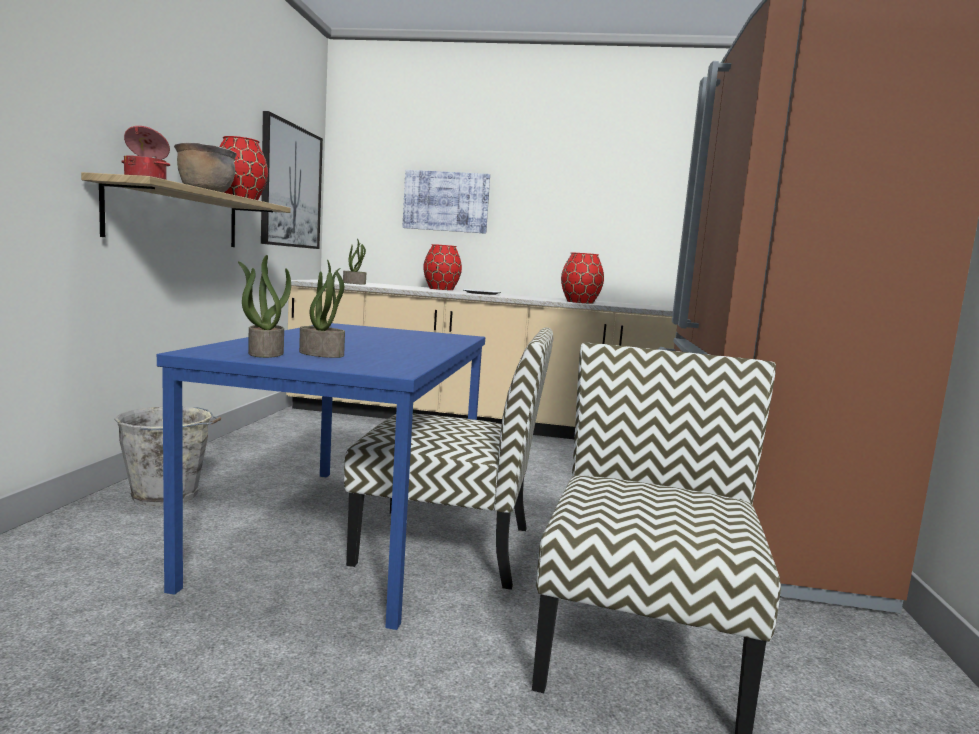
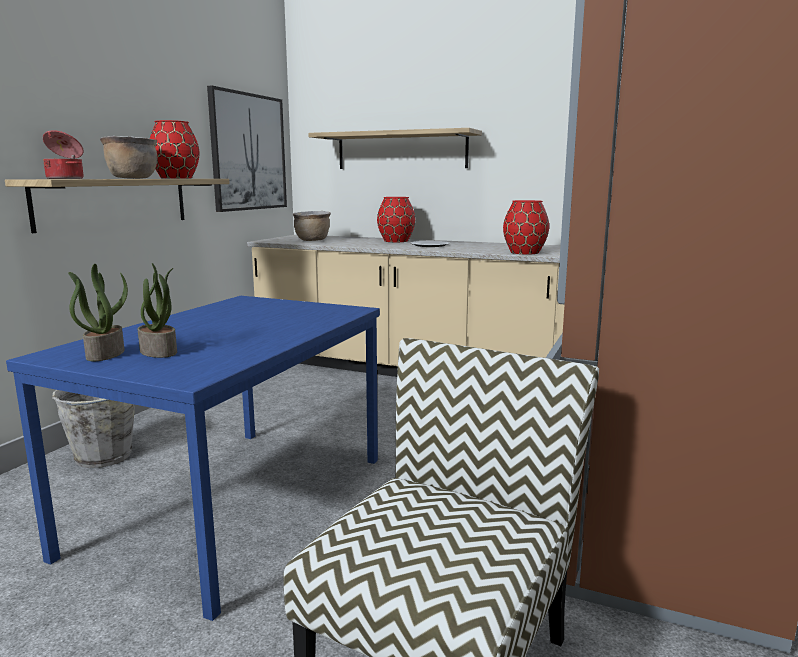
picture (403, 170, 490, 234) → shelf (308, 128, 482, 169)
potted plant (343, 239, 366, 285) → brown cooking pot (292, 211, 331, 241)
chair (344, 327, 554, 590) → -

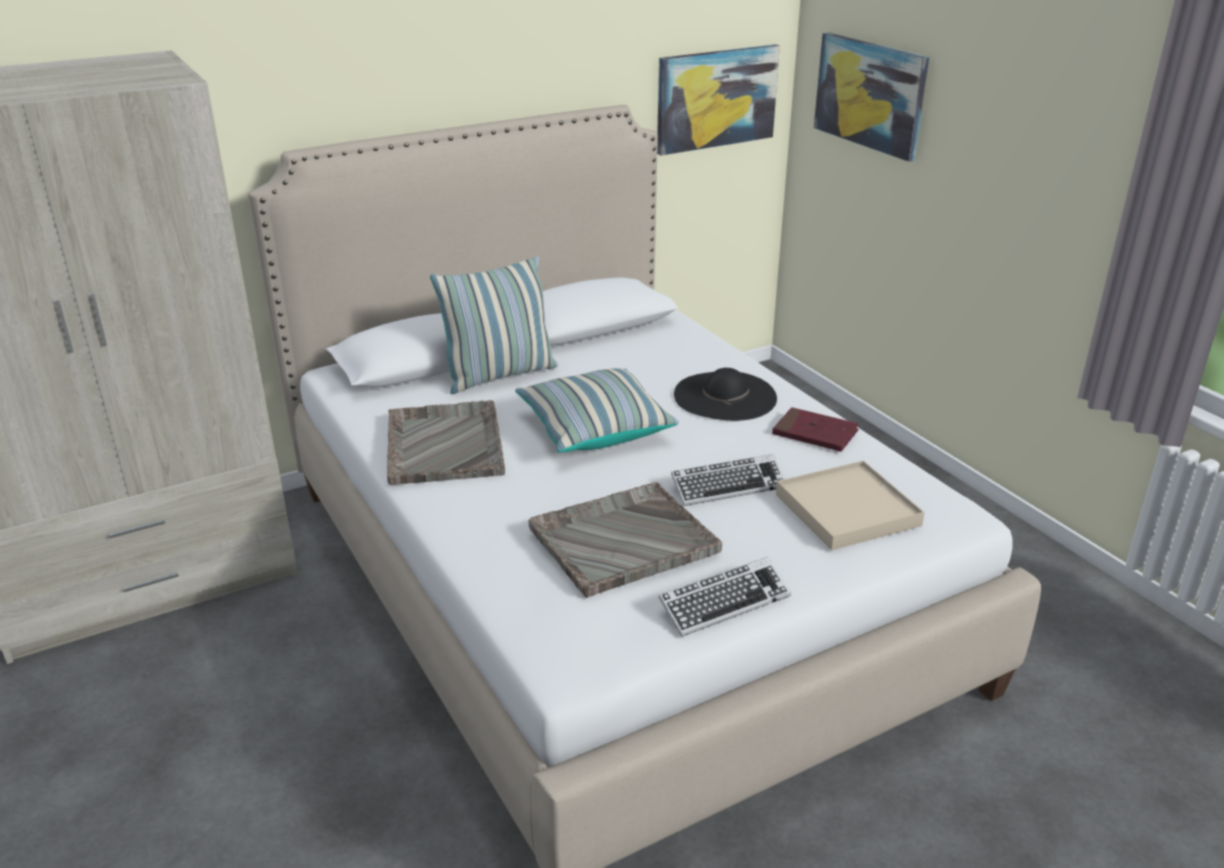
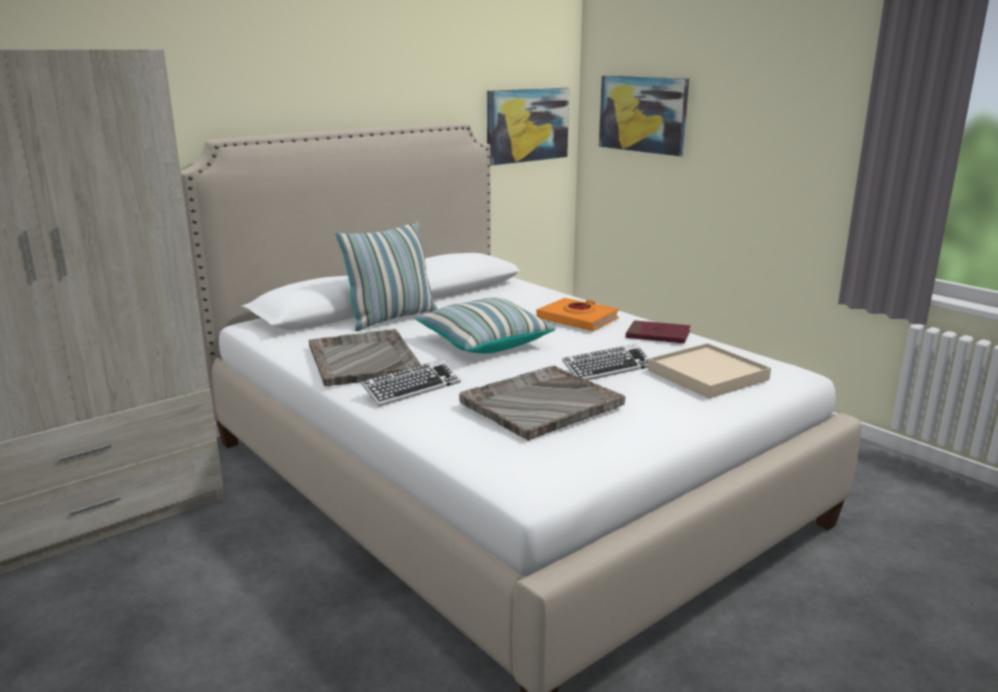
black hat (674, 368, 777, 421) → orange book (536, 298, 619, 331)
keyboard (659, 557, 791, 637) → keyboard (361, 359, 461, 407), relocated

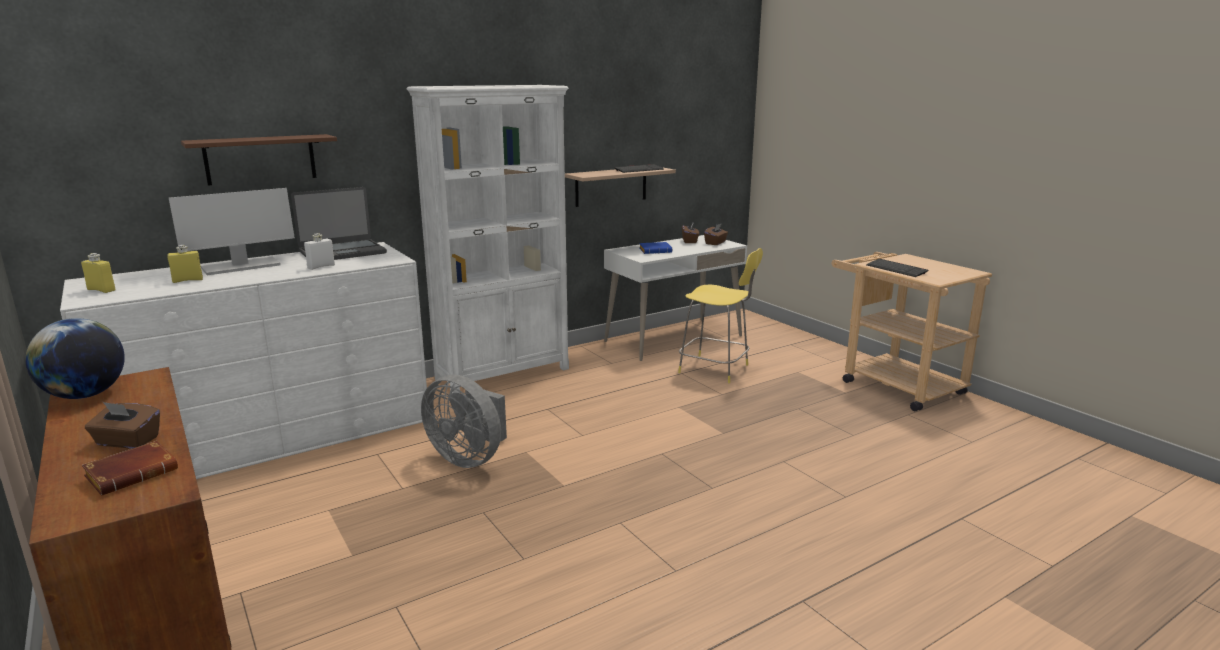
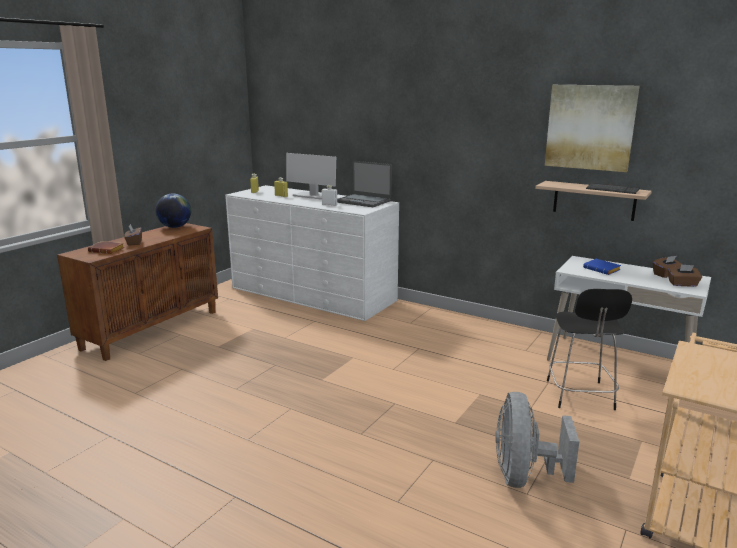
white bookcase (407, 85, 569, 394) → -
brown shelf (181, 134, 337, 186) → -
yellow stool (678, 248, 763, 383) → black stool (547, 289, 632, 410)
keyboard (866, 259, 928, 277) → -
grey fan (421, 375, 507, 468) → grey fan (495, 392, 579, 488), relocated
- → picture (545, 85, 640, 172)

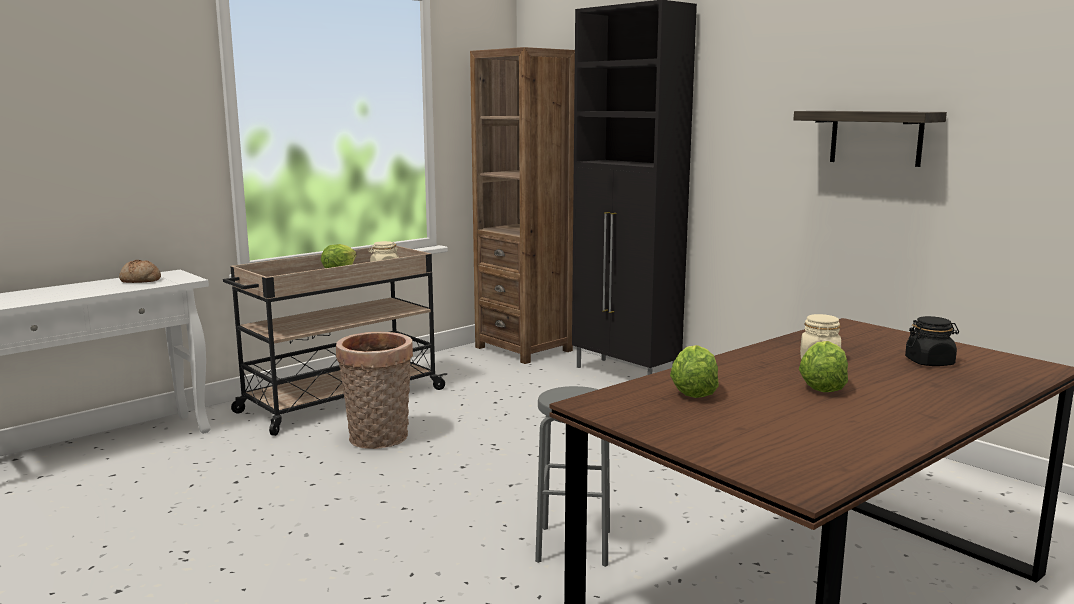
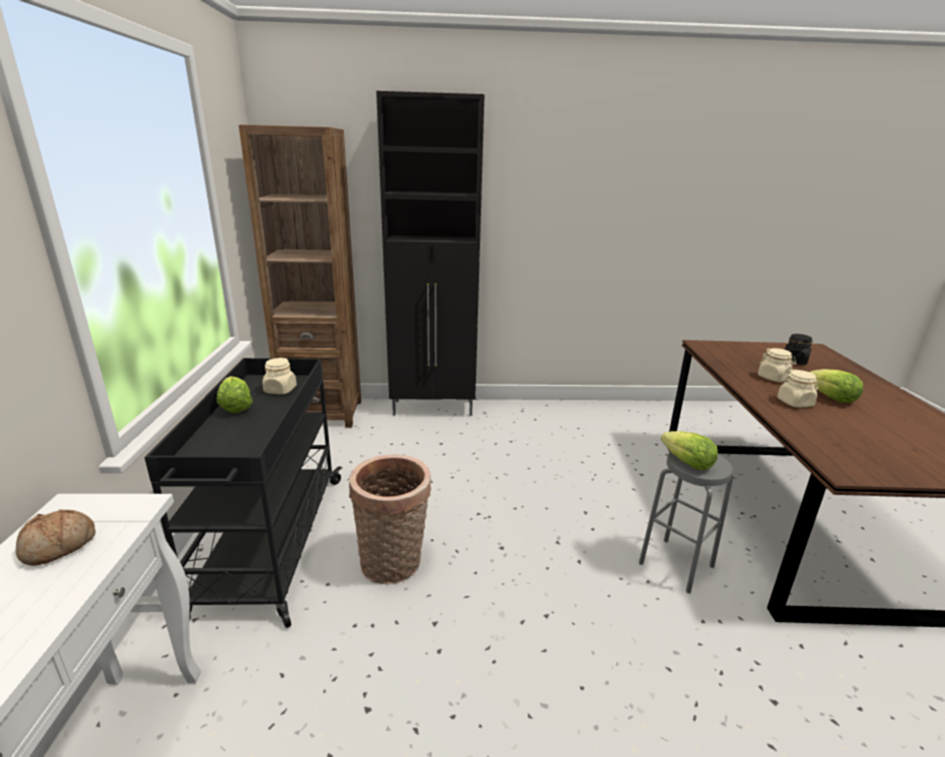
shelf (793, 111, 947, 167) → -
beige cart (223, 246, 447, 436) → black cart (145, 358, 342, 628)
lettuce (670, 345, 719, 398) → lettuce (661, 431, 718, 470), relocated
- → beige jar (777, 369, 818, 407)

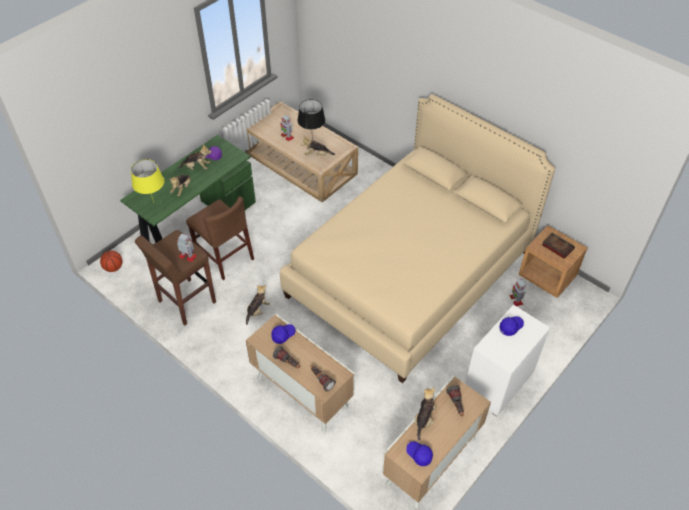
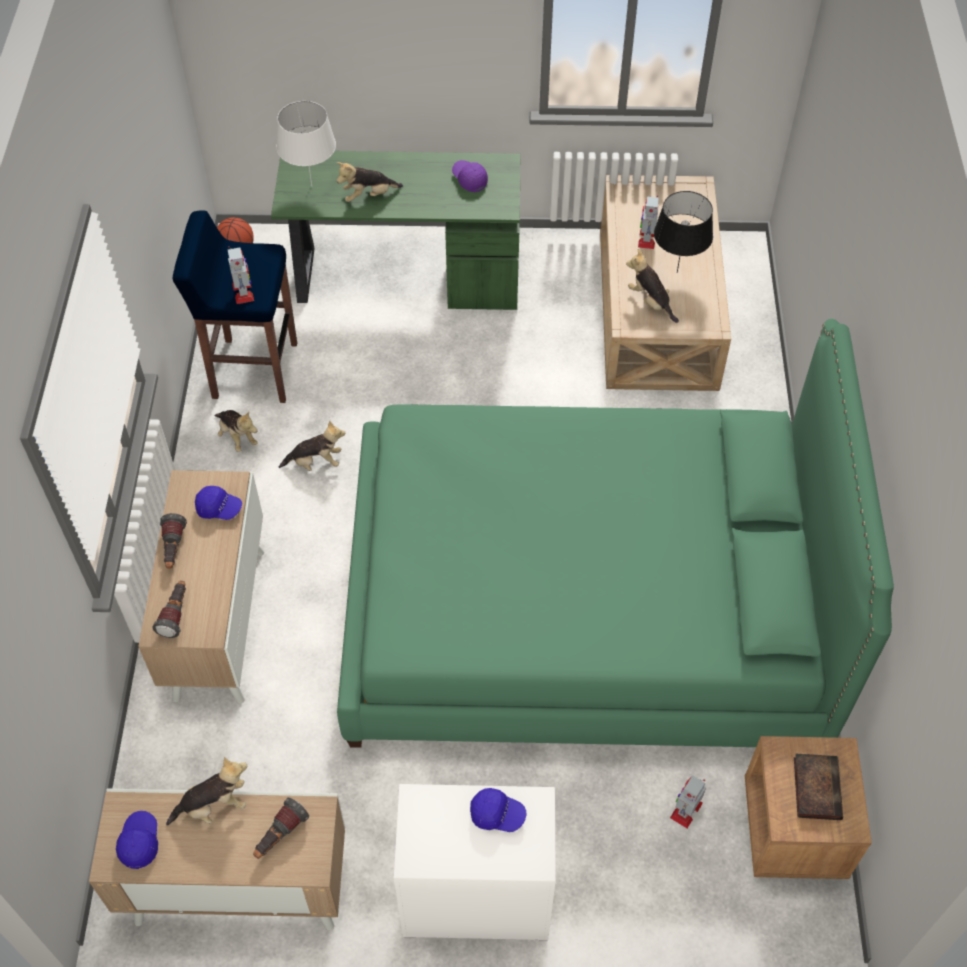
beige bed (280, 94, 555, 383) → green bed (337, 319, 894, 748)
plush toy (178, 144, 212, 170) → plush toy (215, 410, 258, 452), relocated
yellow table lamp (131, 159, 164, 202) → white table lamp (277, 101, 336, 187)
brown chair (186, 196, 254, 280) → -
brown stool (135, 230, 216, 326) → blue stool (172, 210, 297, 403)

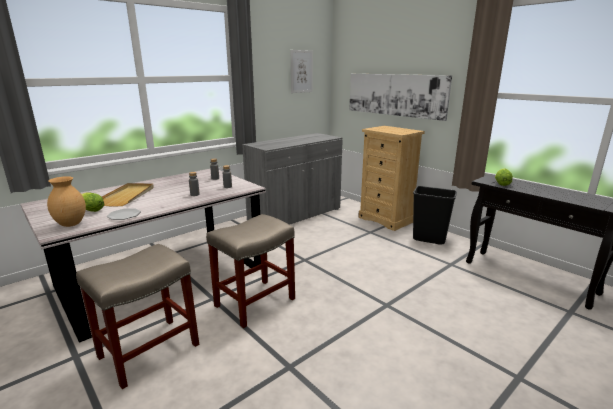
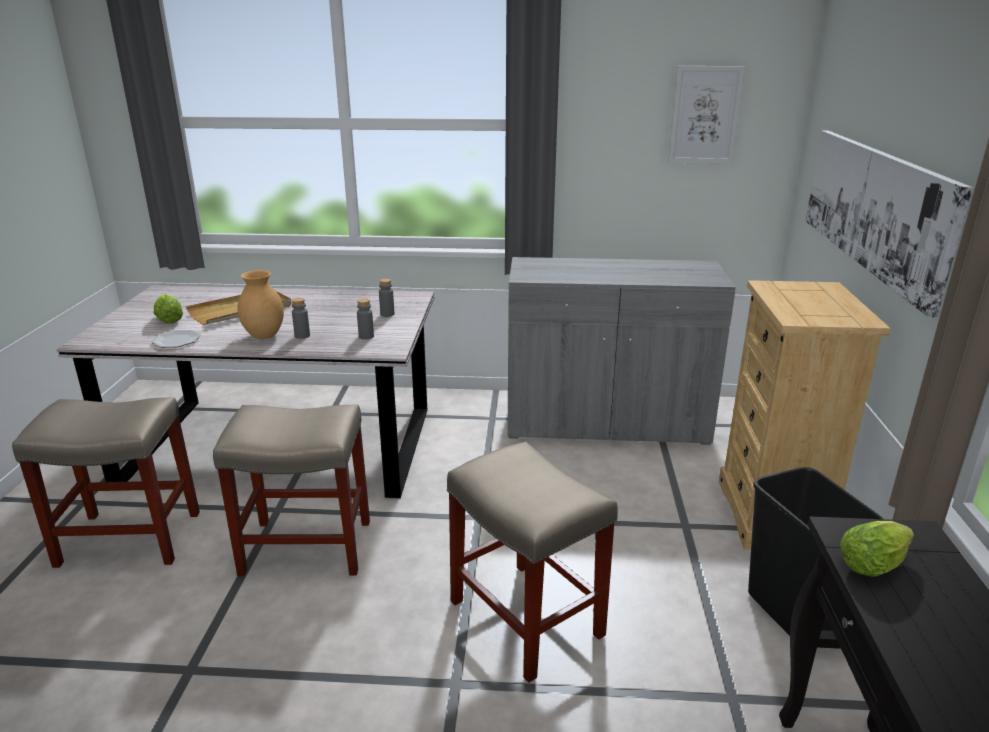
brown vase (47, 176, 86, 227) → brown vase (238, 270, 284, 339), relocated
- → beige stool (447, 442, 618, 683)

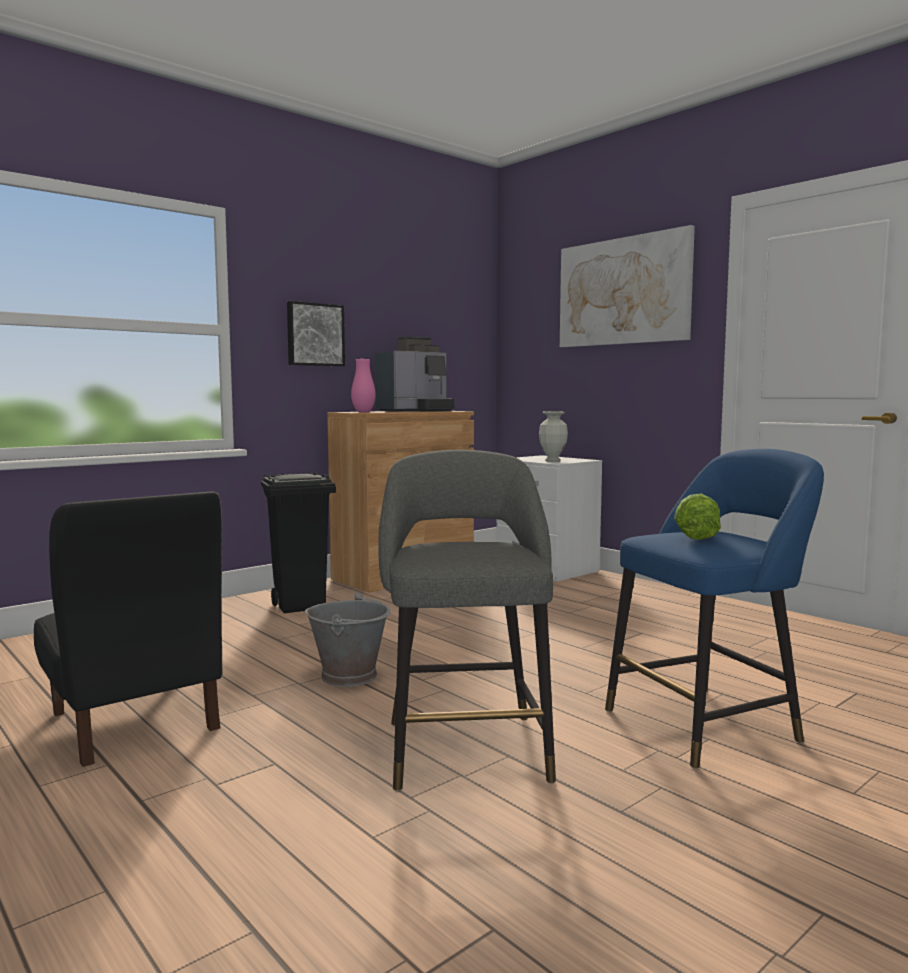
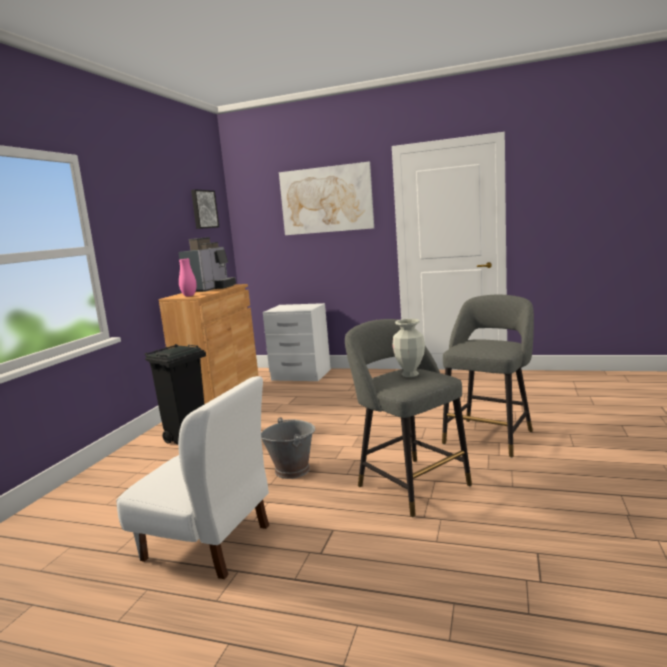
picture (287, 301, 345, 366) → picture (191, 189, 219, 229), relocated
vase (539, 411, 568, 462) → vase (392, 319, 425, 377), relocated
blue stool (605, 449, 824, 769) → grey stool (442, 295, 534, 458)
black chair (34, 492, 223, 767) → white chair (116, 376, 269, 579)
lettuce (674, 493, 721, 540) → -

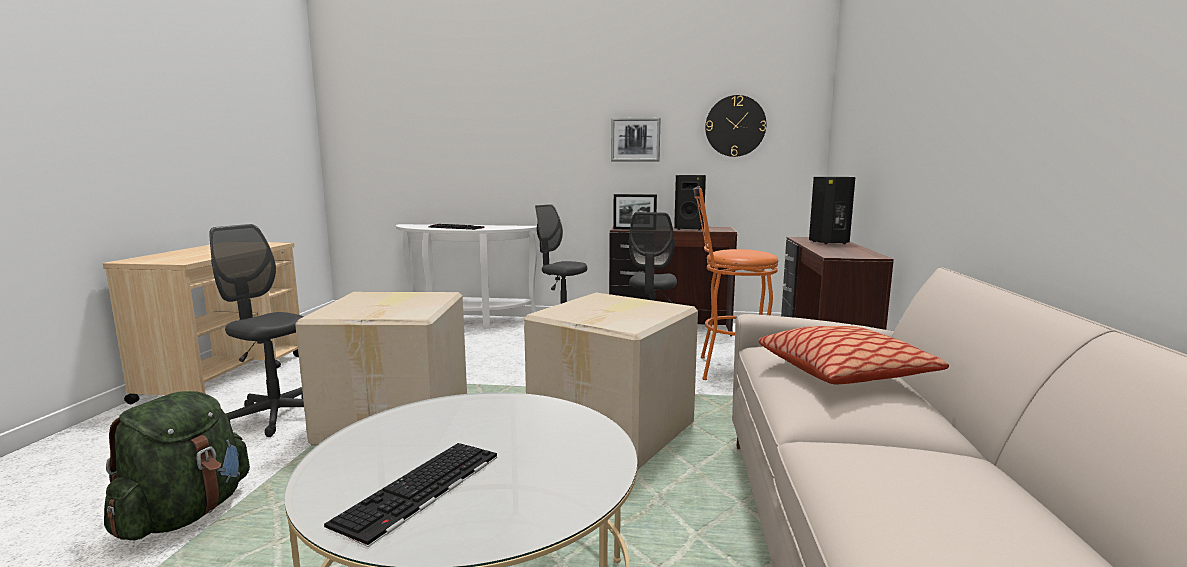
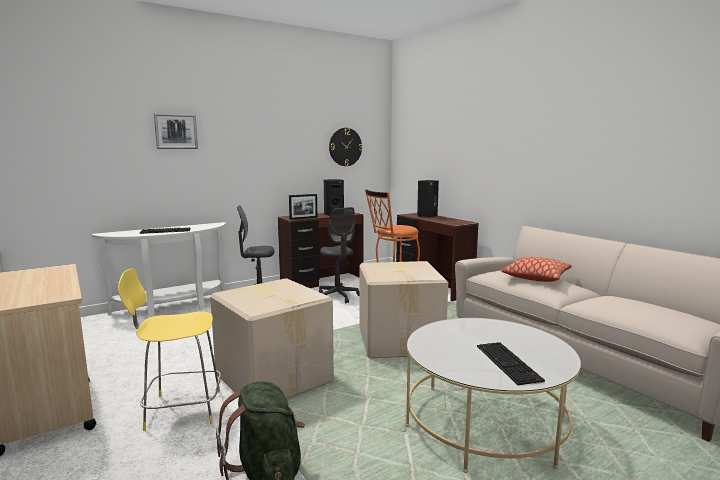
picture (611, 118, 660, 162) → picture (154, 113, 198, 149), relocated
grey office chair (209, 224, 304, 437) → yellow stool (118, 268, 221, 431)

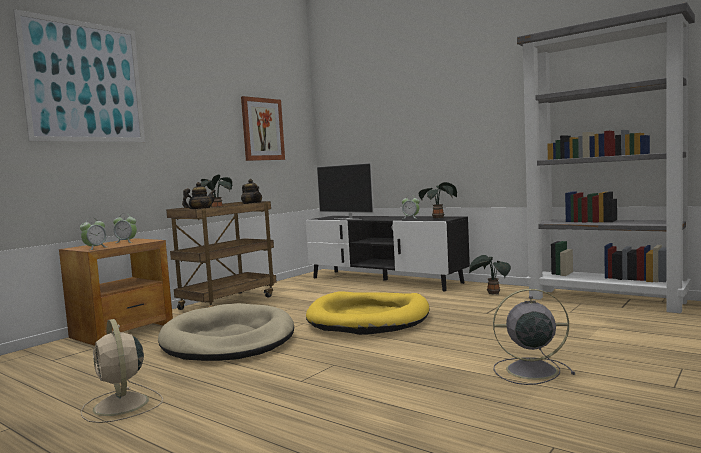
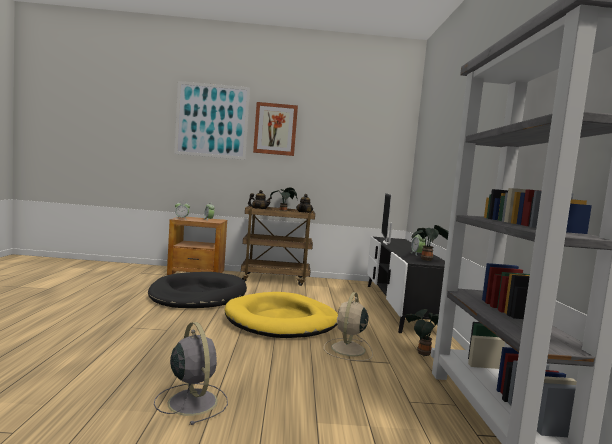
picture (241, 96, 285, 161) → picture (253, 102, 298, 156), relocated
beige dog bed (158, 303, 294, 361) → black dog bed (148, 272, 247, 308)
beige fan (81, 319, 163, 423) → beige fan (324, 292, 373, 361), relocated

